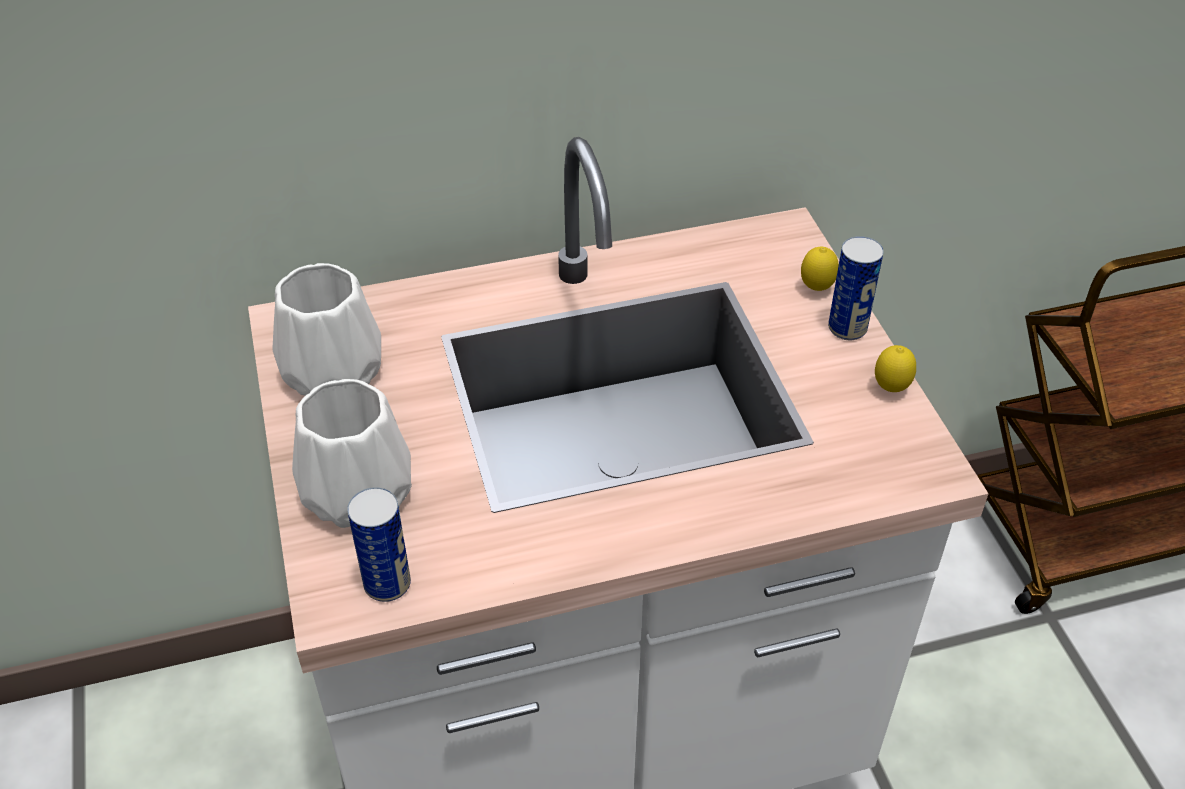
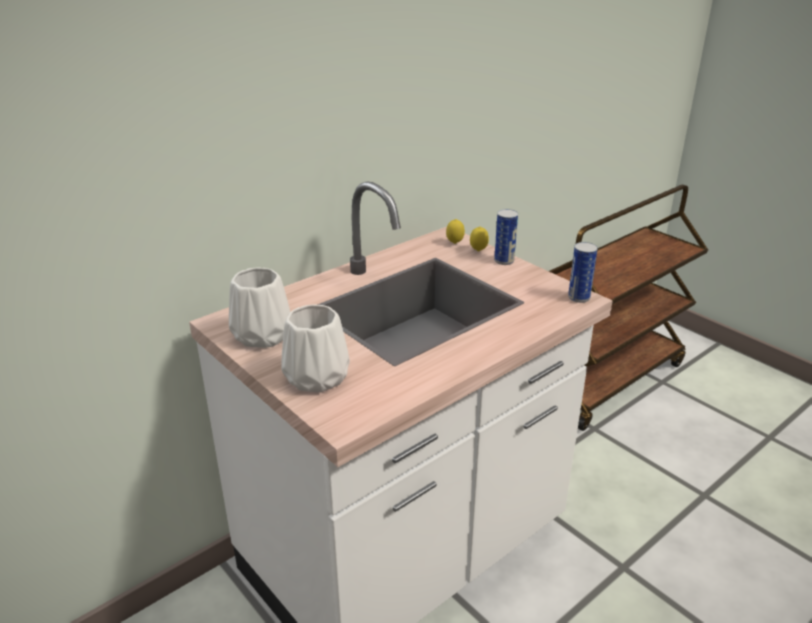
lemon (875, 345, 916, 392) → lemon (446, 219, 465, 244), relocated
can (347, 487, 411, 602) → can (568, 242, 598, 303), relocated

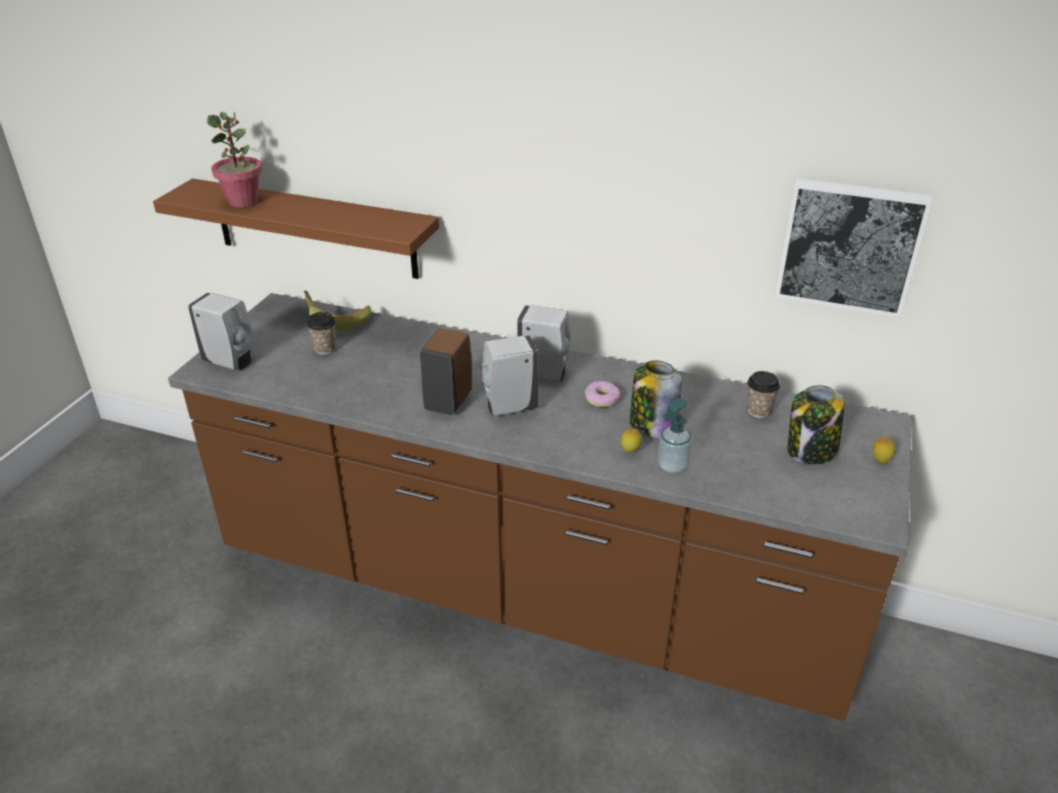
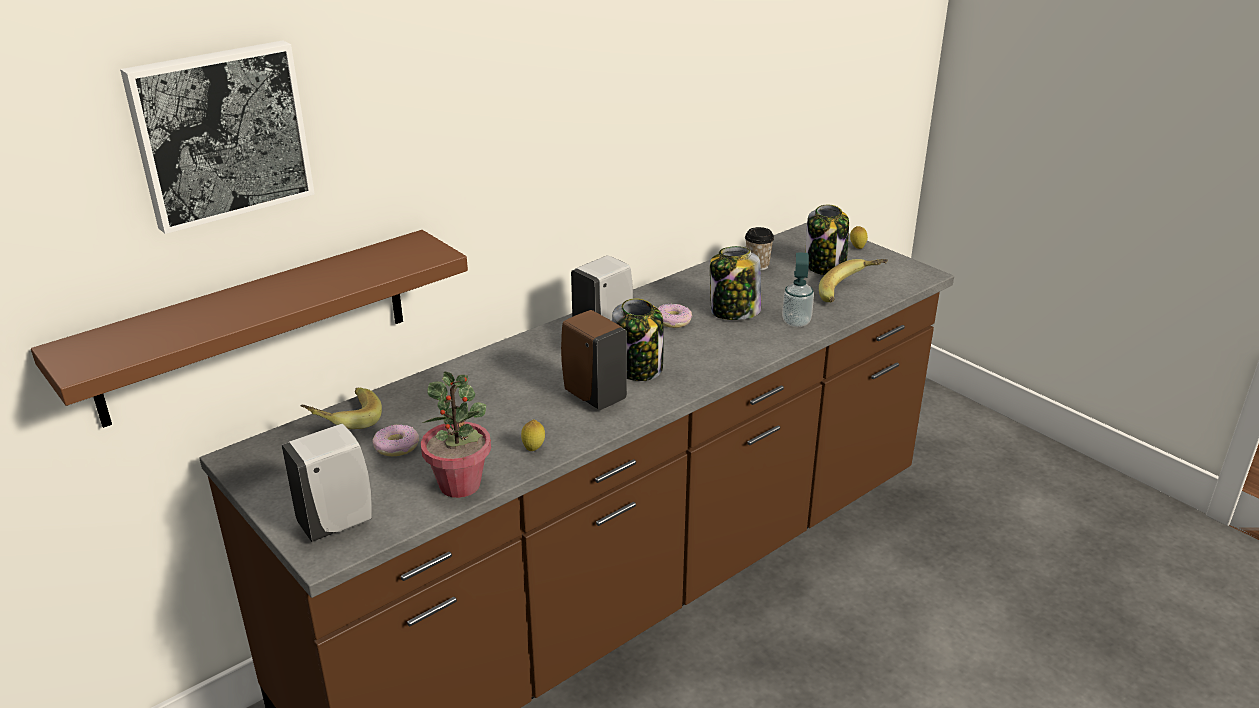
potted plant (207, 112, 262, 207) → potted plant (421, 372, 491, 498), relocated
picture (775, 178, 933, 318) → picture (120, 40, 315, 234), relocated
cup (306, 312, 336, 355) → donut (372, 425, 419, 456)
white soap dispenser (482, 335, 538, 416) → jar (612, 298, 664, 381)
lemon (621, 428, 642, 453) → lemon (521, 419, 545, 451), relocated
- → banana (819, 259, 888, 302)

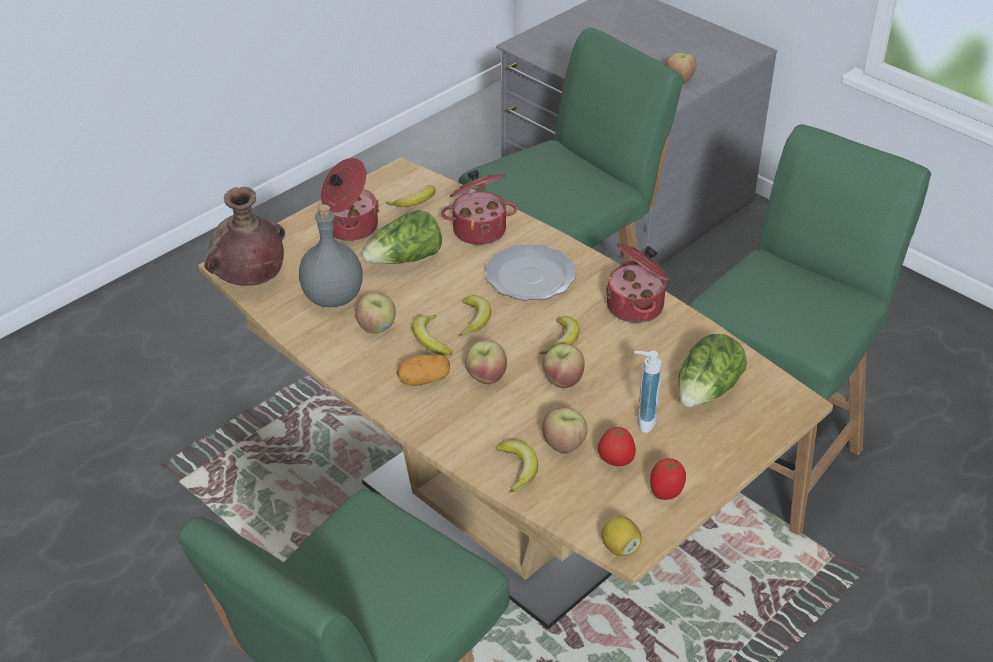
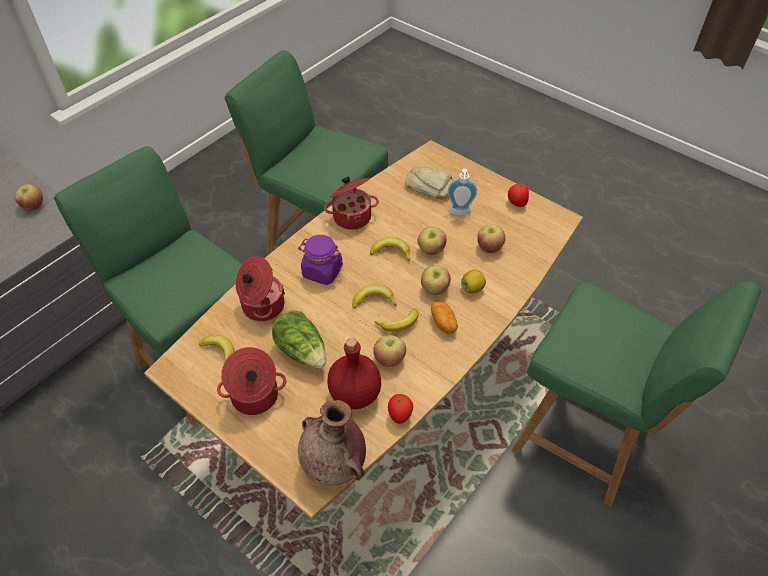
grey bottle (299, 204, 363, 307) → red bottle (327, 338, 381, 409)
plate (485, 244, 576, 301) → purple jar (298, 235, 343, 285)
lettuce (678, 334, 747, 407) → bread (405, 167, 453, 200)
tomato (598, 426, 636, 466) → tomato (388, 394, 413, 424), relocated
banana (496, 440, 538, 493) → -
lemon (602, 517, 642, 556) → lemon (461, 270, 486, 293), relocated

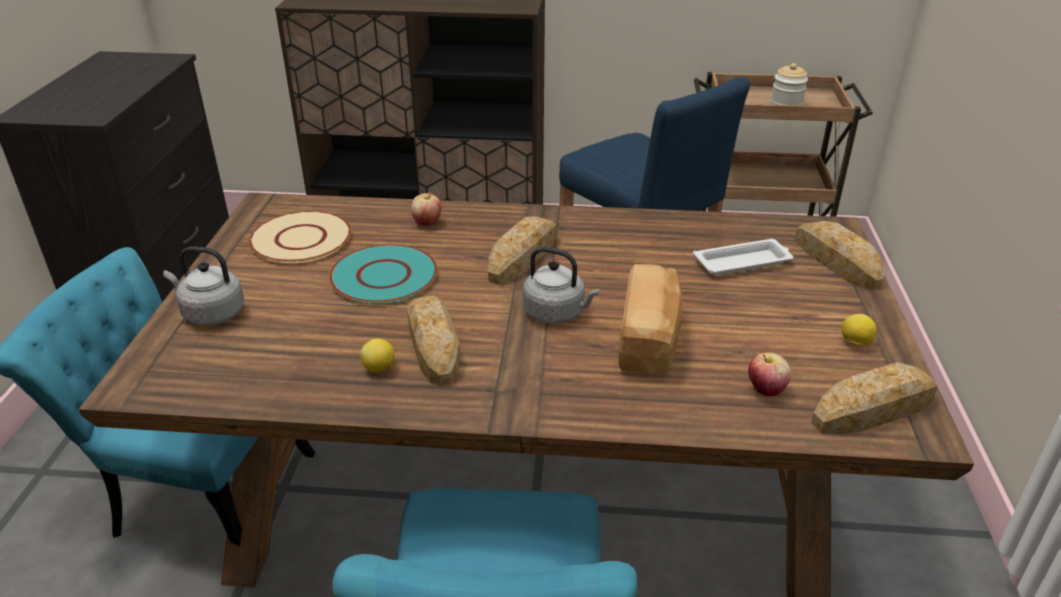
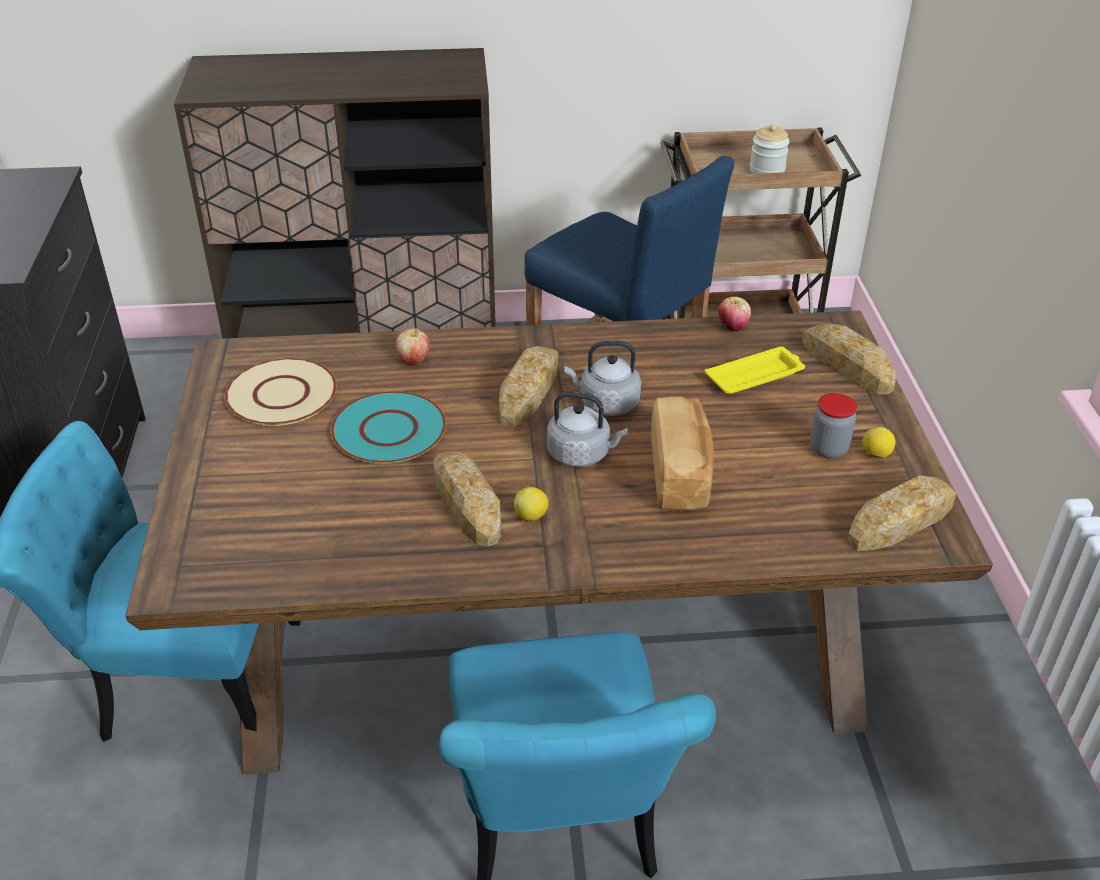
white tray (693, 239, 794, 275) → yellow tray (705, 347, 805, 394)
grey kettle (163, 247, 244, 326) → grey kettle (564, 341, 641, 416), relocated
lemon (360, 338, 395, 372) → lemon (514, 487, 548, 521), relocated
apple (748, 352, 791, 397) → apple (718, 297, 751, 331), relocated
- → jar (810, 393, 857, 459)

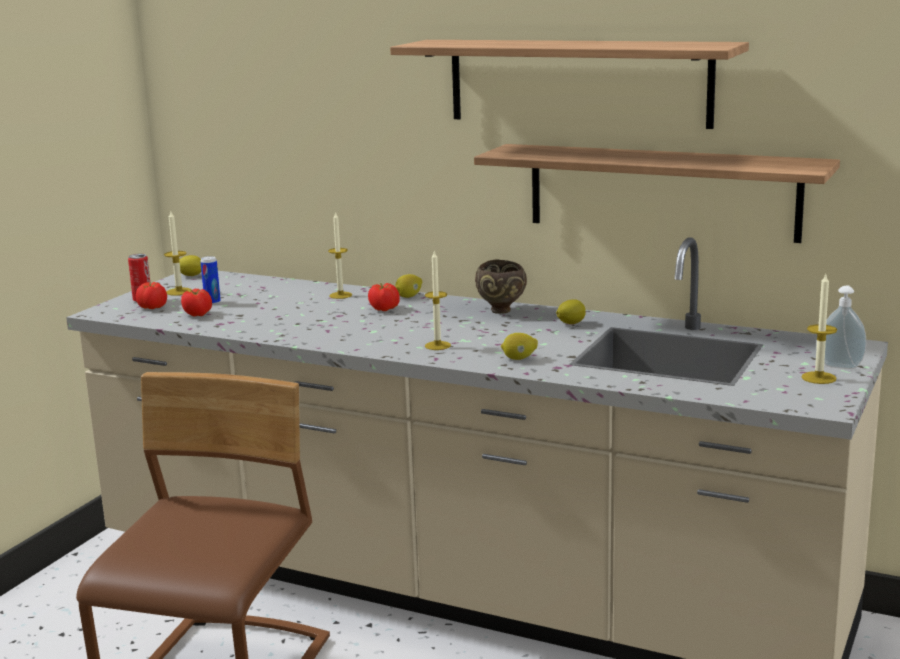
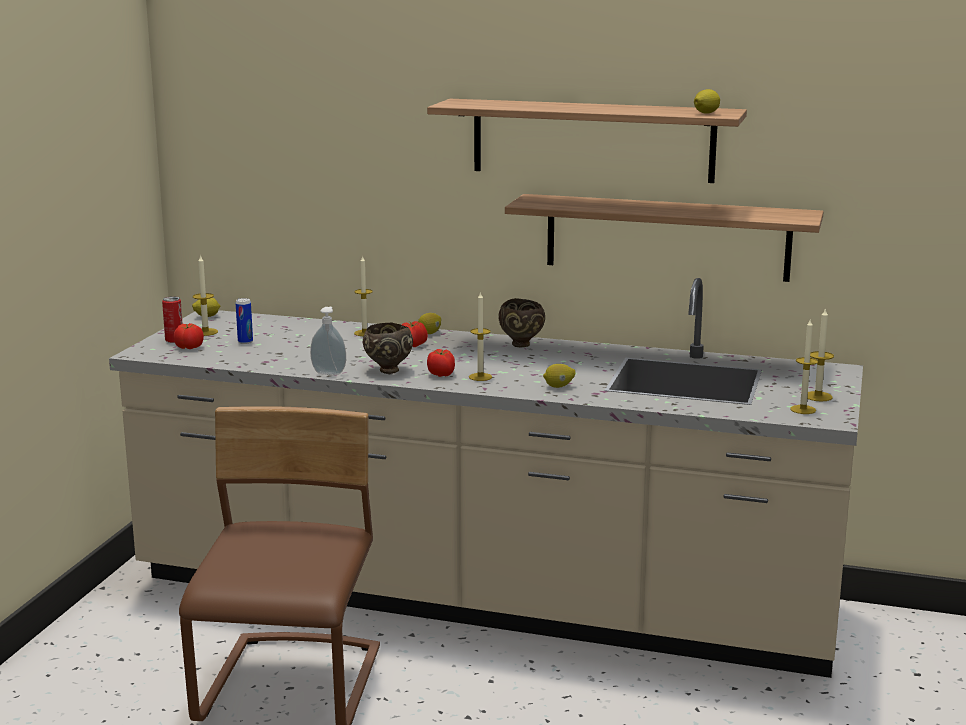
soap dispenser (824, 285, 866, 369) → soap dispenser (310, 307, 346, 375), relocated
tomato (181, 289, 212, 317) → tomato (427, 349, 455, 377), relocated
lemon (556, 299, 586, 324) → lemon (694, 89, 720, 114), relocated
- → candle (790, 318, 818, 414)
- → brown bowl (363, 323, 413, 374)

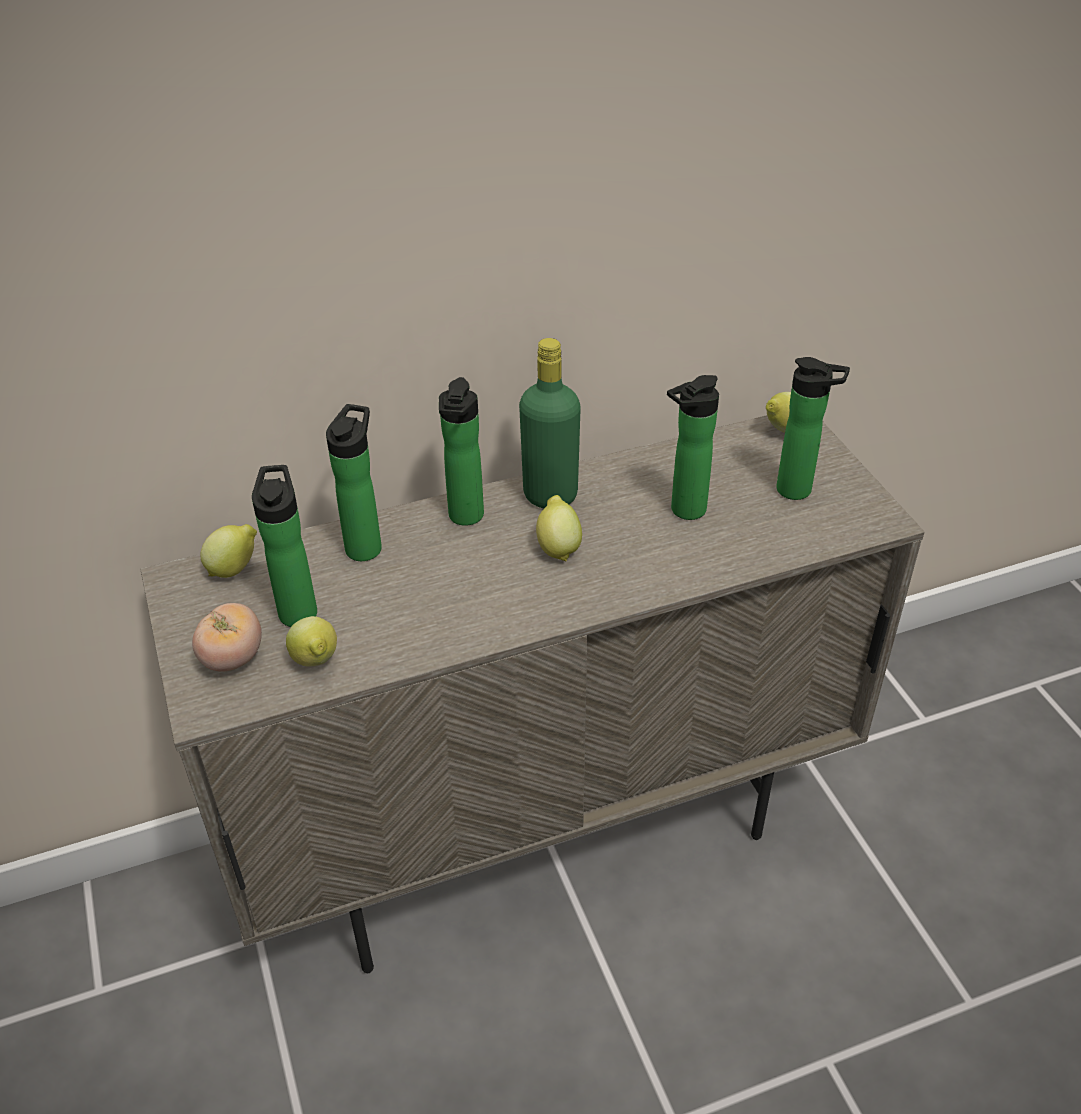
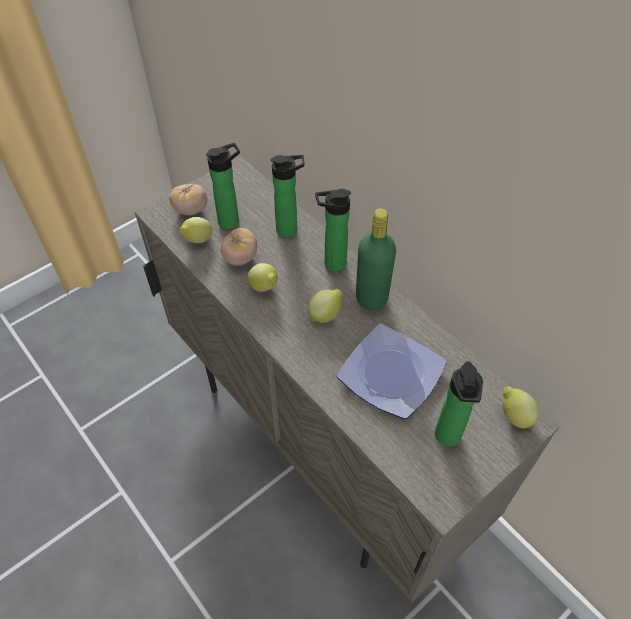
bottle (667, 375, 719, 520) → plate (337, 324, 447, 419)
lemon (200, 524, 257, 578) → lemon (247, 263, 278, 292), relocated
- → tomato (221, 228, 257, 266)

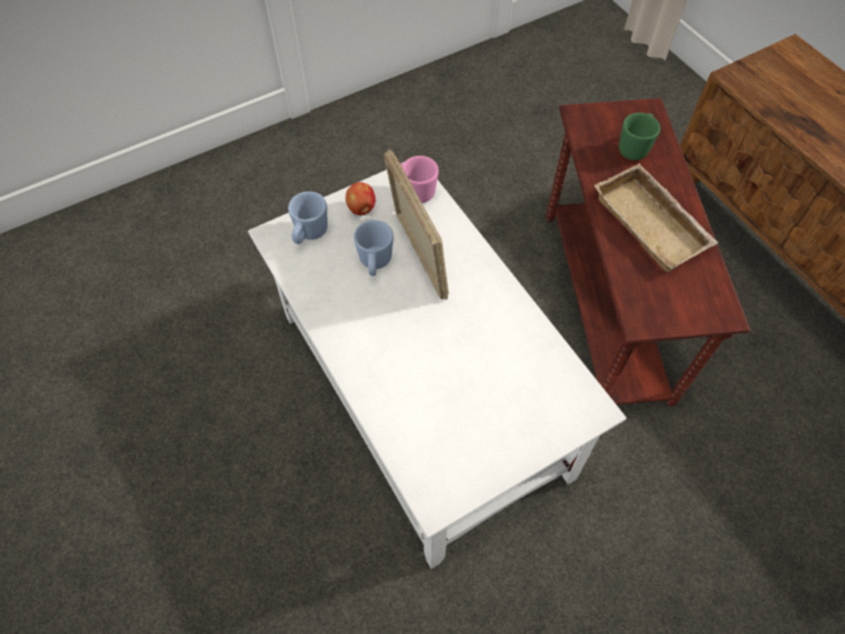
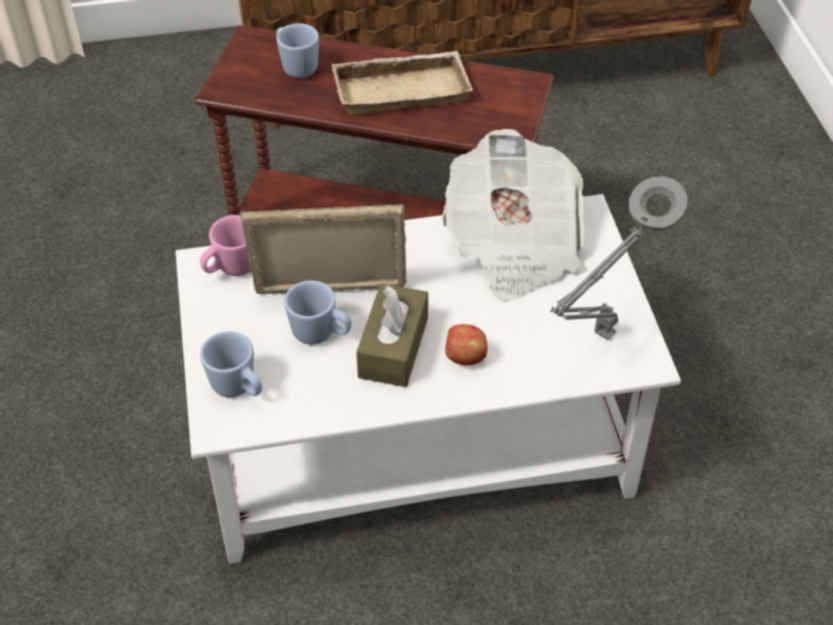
green mug (619, 113, 660, 160) → blue mug (276, 23, 319, 78)
apple (346, 182, 376, 215) → apple (445, 324, 488, 365), relocated
- → newspaper (442, 129, 584, 302)
- → grey table lamp (550, 176, 688, 340)
- → brown tissue box (356, 283, 428, 387)

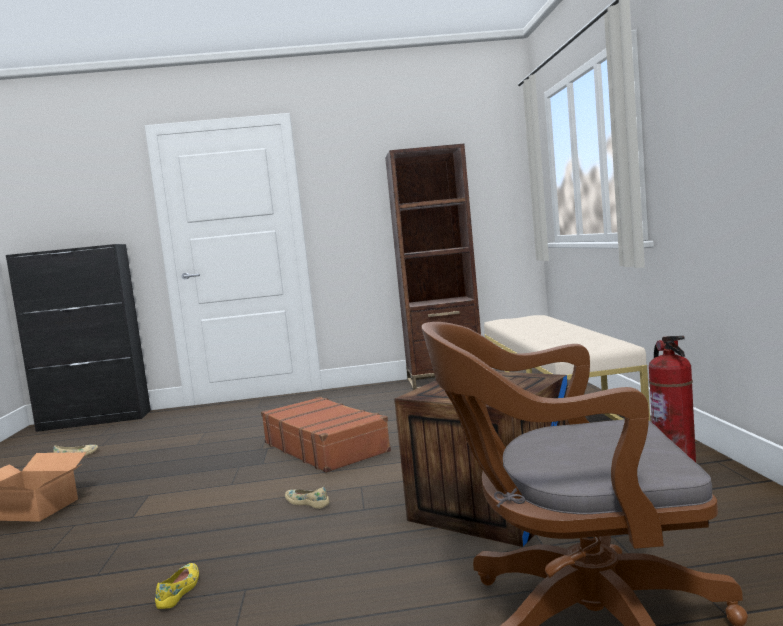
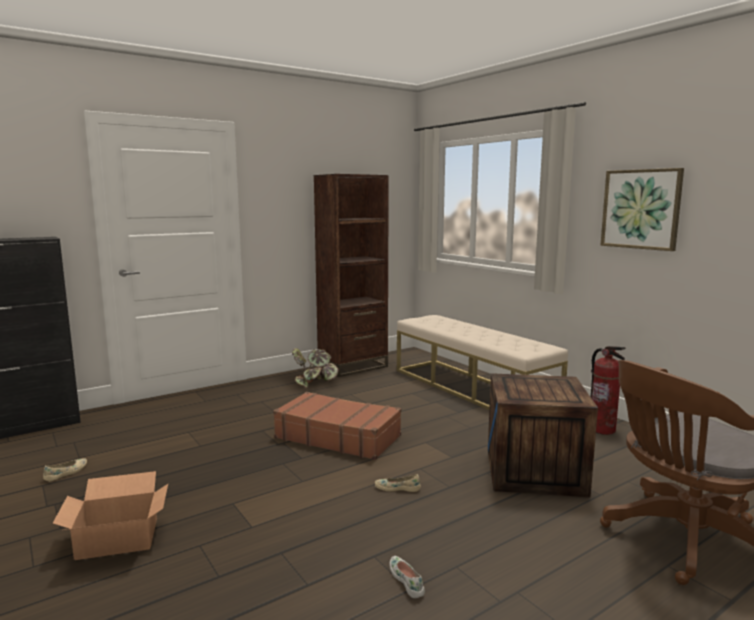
yellow shoe (155, 563, 199, 609) → white shoe (390, 556, 425, 598)
- → picture (601, 168, 684, 251)
- → potted plant (292, 348, 338, 388)

